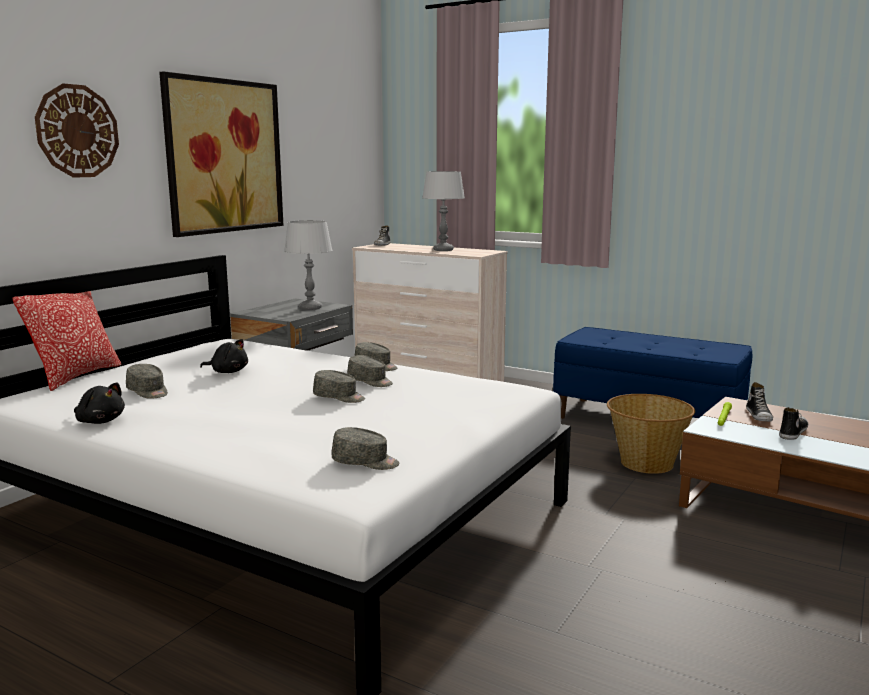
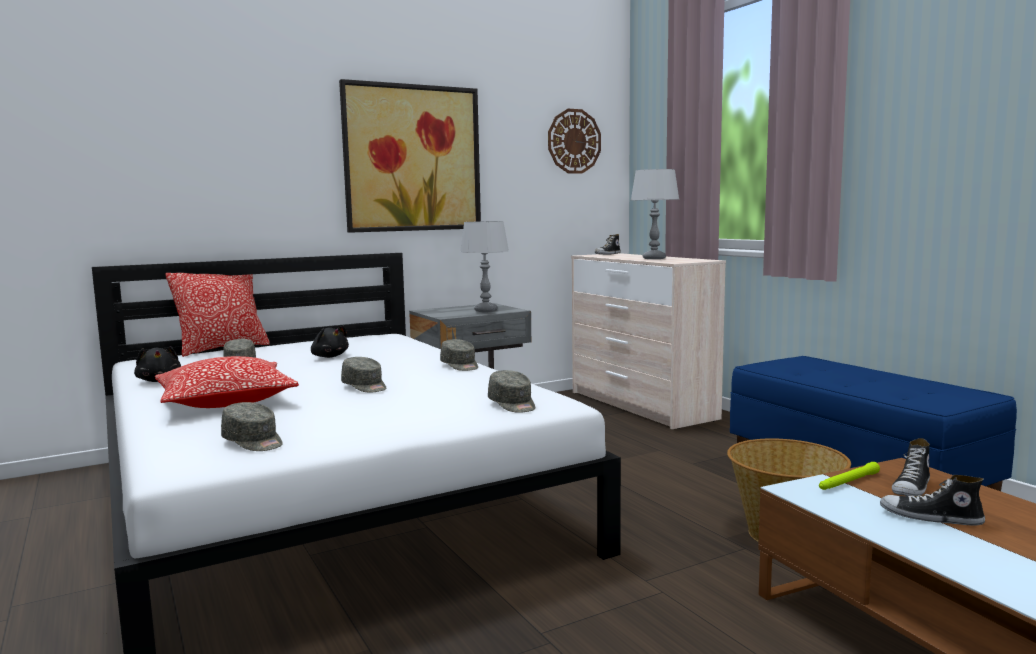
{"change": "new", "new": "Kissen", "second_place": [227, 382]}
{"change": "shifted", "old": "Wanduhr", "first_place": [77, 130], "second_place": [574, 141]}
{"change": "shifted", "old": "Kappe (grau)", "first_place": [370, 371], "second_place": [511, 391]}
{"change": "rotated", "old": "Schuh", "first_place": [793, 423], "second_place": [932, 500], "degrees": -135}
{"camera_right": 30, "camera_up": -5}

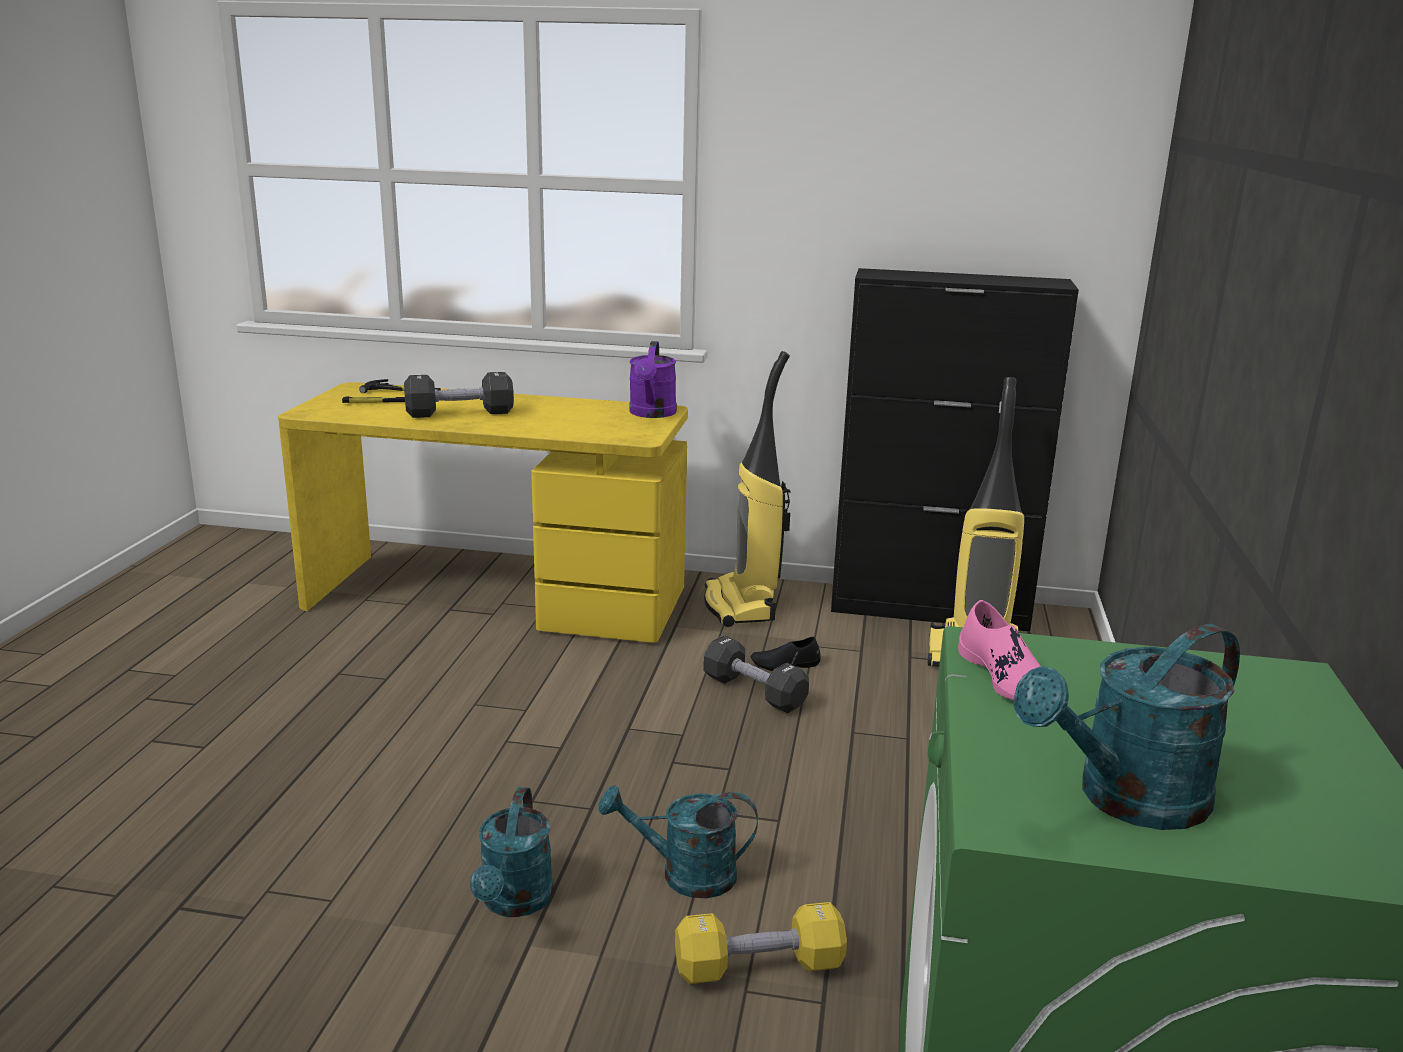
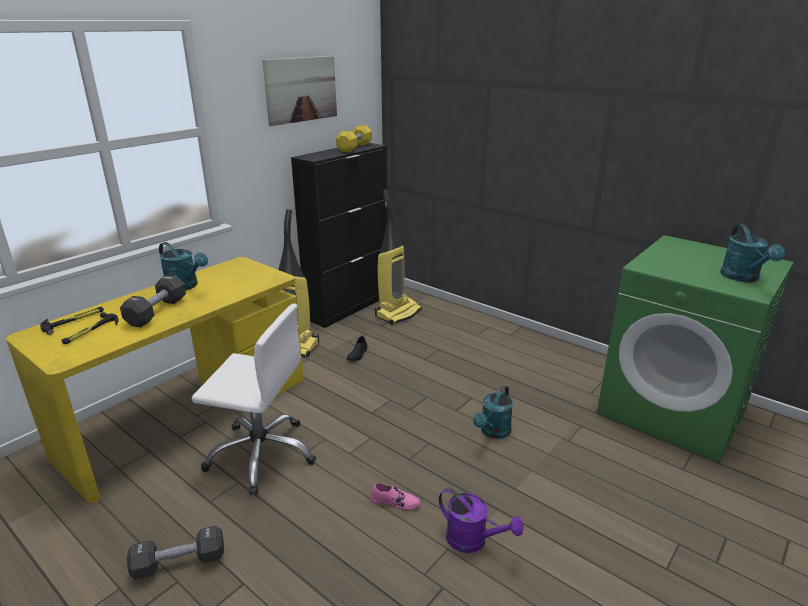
{"change": "new", "new": "Bürostuhl (weiß)", "second_place": [254, 399]}
{"change": "new", "new": "Bild", "second_place": [299, 91]}
{"change": "shifted", "old": "Gießkanne (türkis)", "first_place": [512, 852], "second_place": [183, 266]}
{"change": "shifted", "old": "Gießkanne (lila)", "first_place": [653, 379], "second_place": [481, 520]}
{"change": "shifted", "old": "Hantel (gelb)", "first_place": [761, 943], "second_place": [354, 138]}
{"change": "shifted", "old": "Hantel (schwarz)", "first_place": [756, 674], "second_place": [175, 553]}
{"change": "shifted", "old": "Schuh (rosa)", "first_place": [999, 650], "second_place": [395, 497]}
{"camera_right": -60, "camera_up": 5}

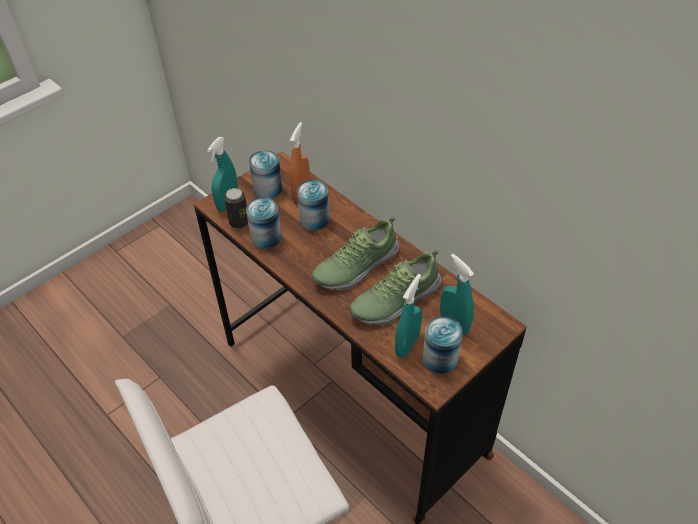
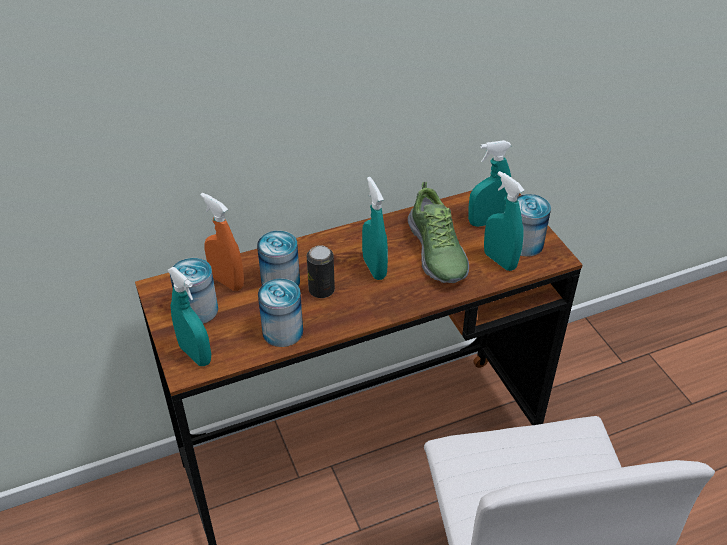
{"change": "shifted", "old": "Dose", "first_place": [236, 208], "second_place": [321, 271]}
{"change": "swapped", "old": "Schuh", "new": "Sprühflasche (türkis)", "first_place": [355, 253], "second_place": [375, 228]}
{"camera_right": -70, "camera_up": -5}

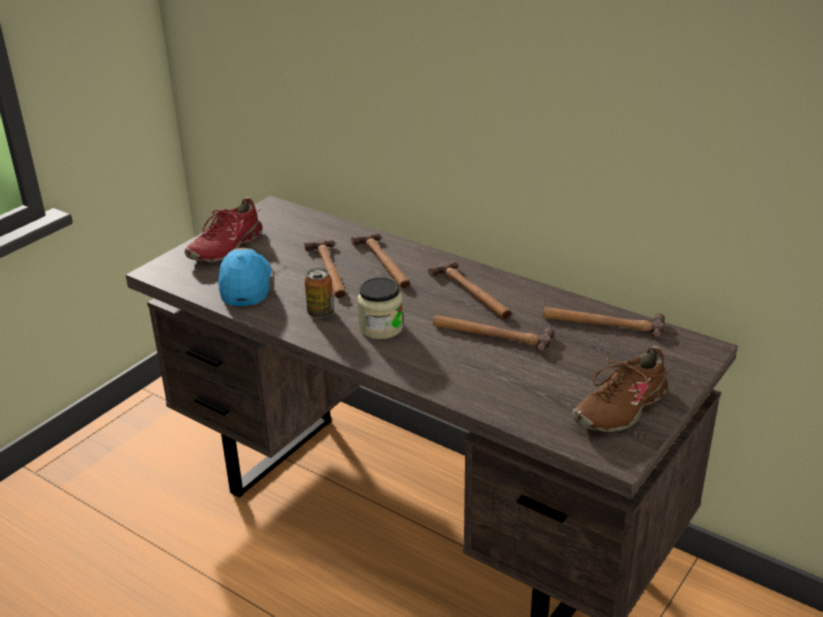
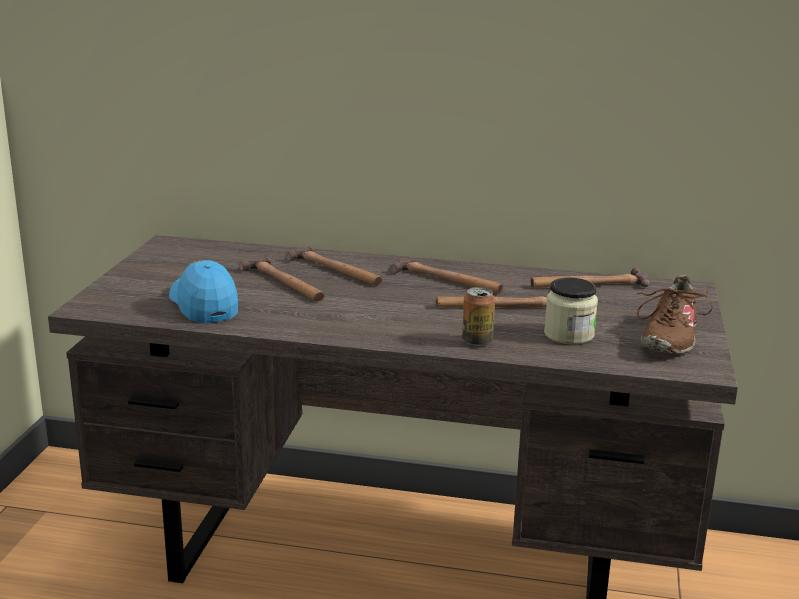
{"change": "gone", "old": "Schuh (rot)", "first_place": [223, 229]}
{"change": "shifted", "old": "Dose", "first_place": [319, 293], "second_place": [478, 316]}
{"change": "shifted", "old": "Vorratsglas", "first_place": [380, 308], "second_place": [571, 310]}
{"camera_right": -25, "camera_up": -10}

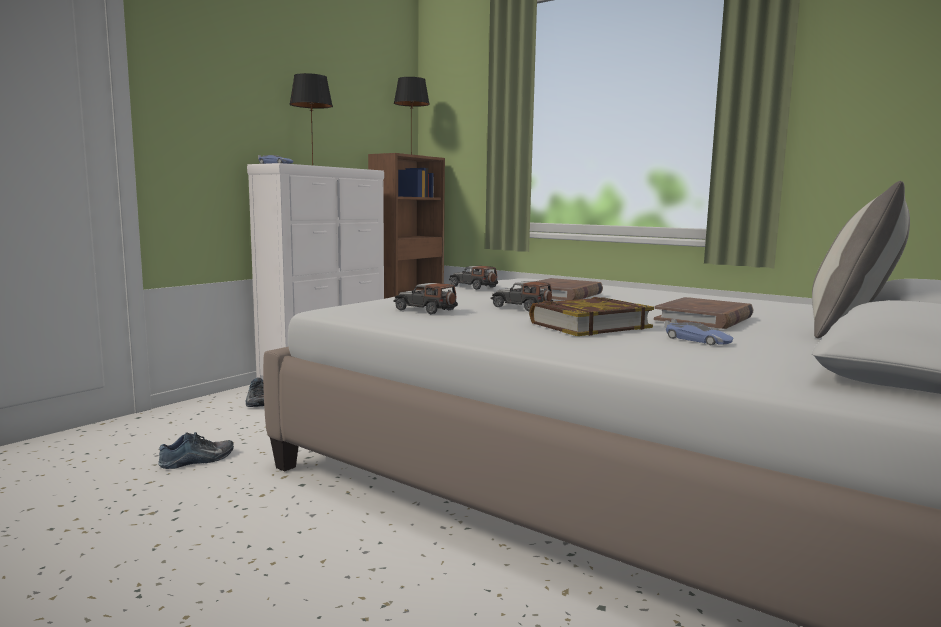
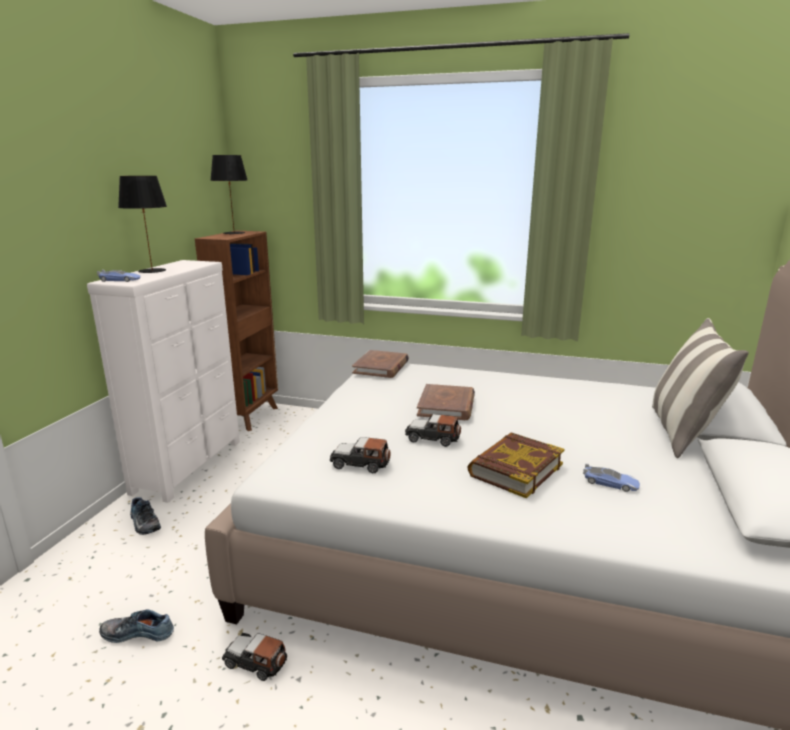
{"change": "shifted", "old": "Spielzeugauto", "first_place": [473, 278], "second_place": [254, 657]}
{"change": "shifted", "old": "Buch (braun)", "first_place": [704, 313], "second_place": [380, 364]}
{"change": "rotated", "old": "Schuh", "first_place": [196, 450], "second_place": [136, 626], "degrees": -120}
{"camera_right": -20, "camera_up": 10}

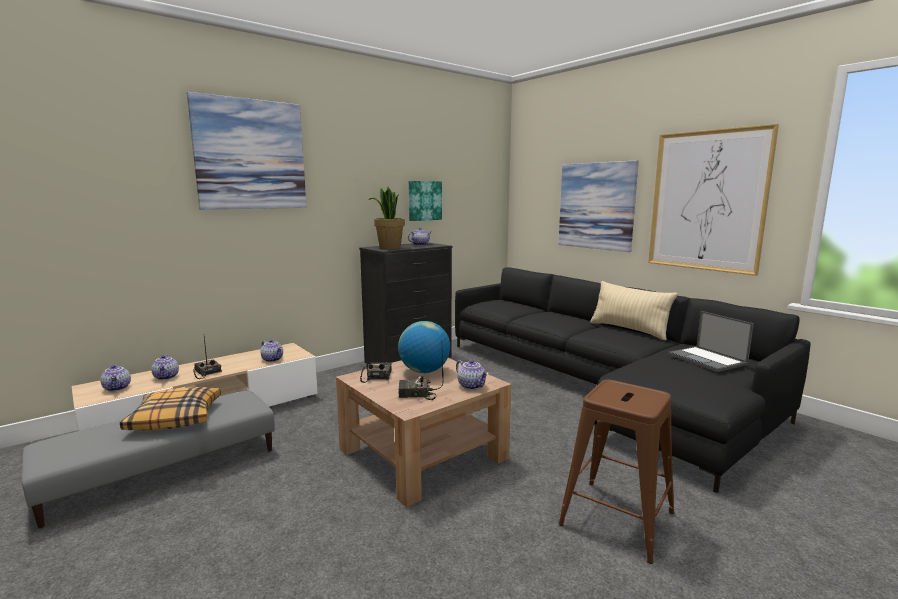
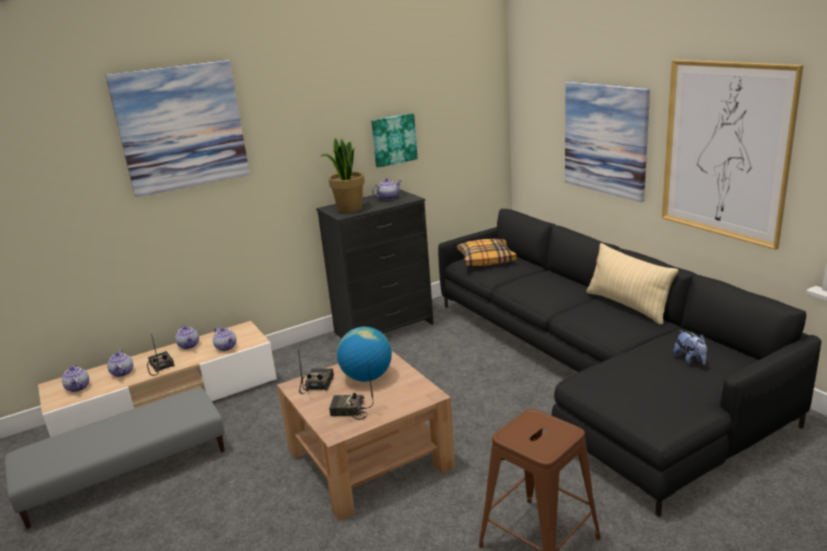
{"change": "shifted", "old": "Kissen", "first_place": [170, 409], "second_place": [487, 252]}
{"change": "shifted", "old": "Teekanne", "first_place": [472, 375], "second_place": [187, 337]}
{"change": "swapped", "old": "Laptop", "new": "Plüschtier", "first_place": [711, 341], "second_place": [690, 347]}
{"camera_right": 10, "camera_up": 10}

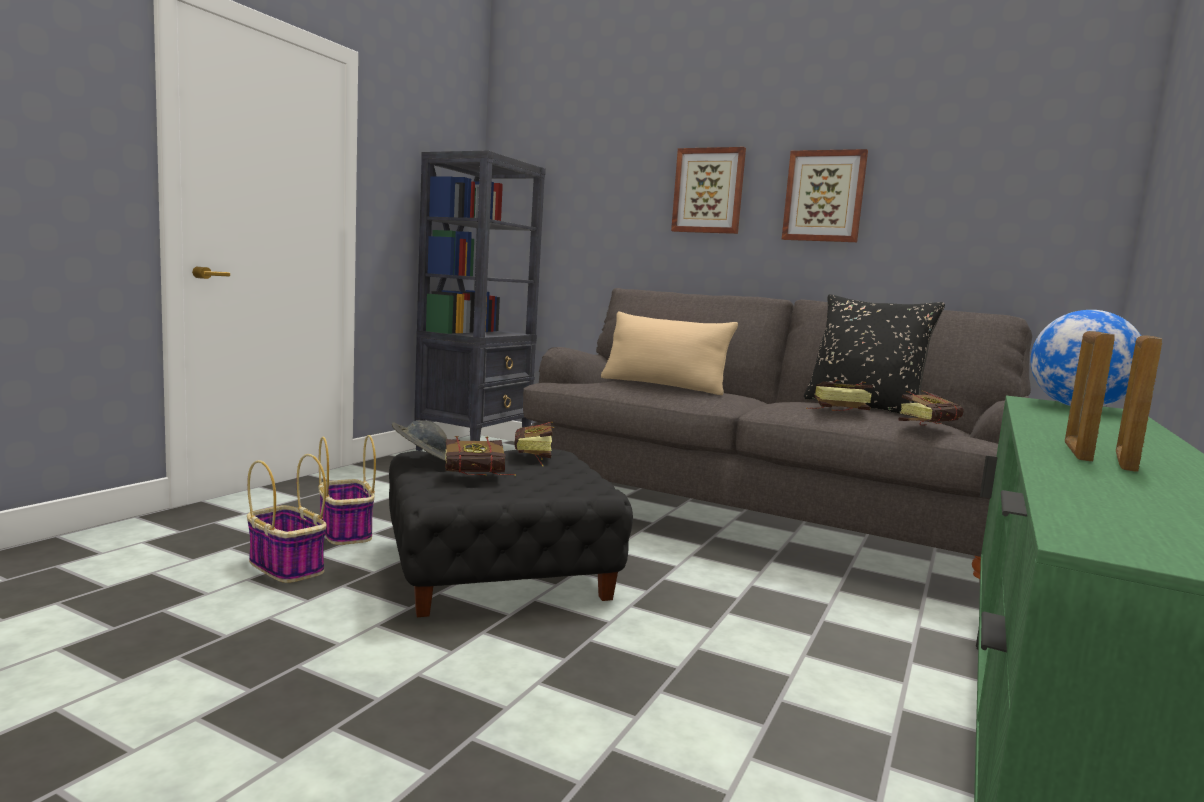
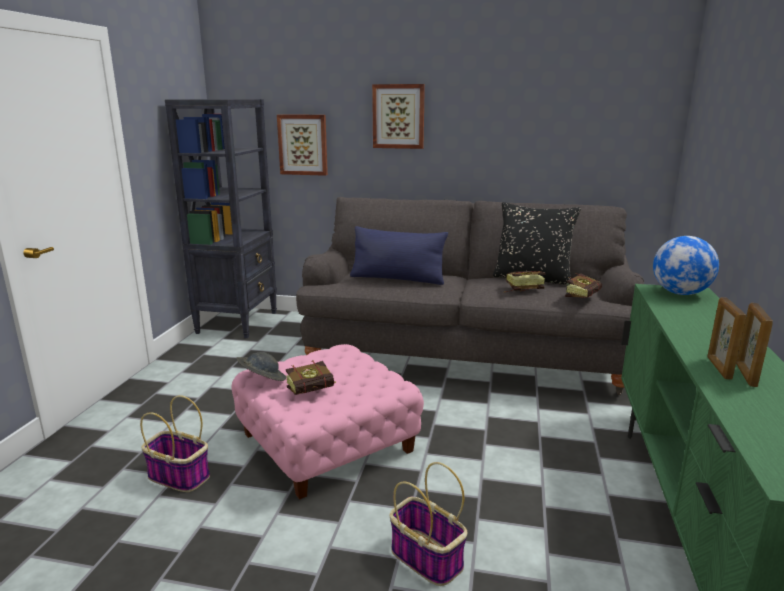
{"change": "gone", "old": "Buch", "first_place": [534, 444]}
{"change": "shifted", "old": "Korb", "first_place": [347, 490], "second_place": [428, 524]}
{"change": "shifted", "old": "Bild", "first_place": [825, 195], "second_place": [302, 145]}
{"change": "repainted", "old": "Polsterhocker (schwarz)", "new": "Polsterhocker (rosa)", "first_place": [511, 533], "second_place": [327, 422]}
{"change": "repainted", "old": "Kissen (beige)", "new": "Kissen (blau)", "first_place": [669, 353], "second_place": [399, 255]}
{"camera_right": -15, "camera_up": 10}

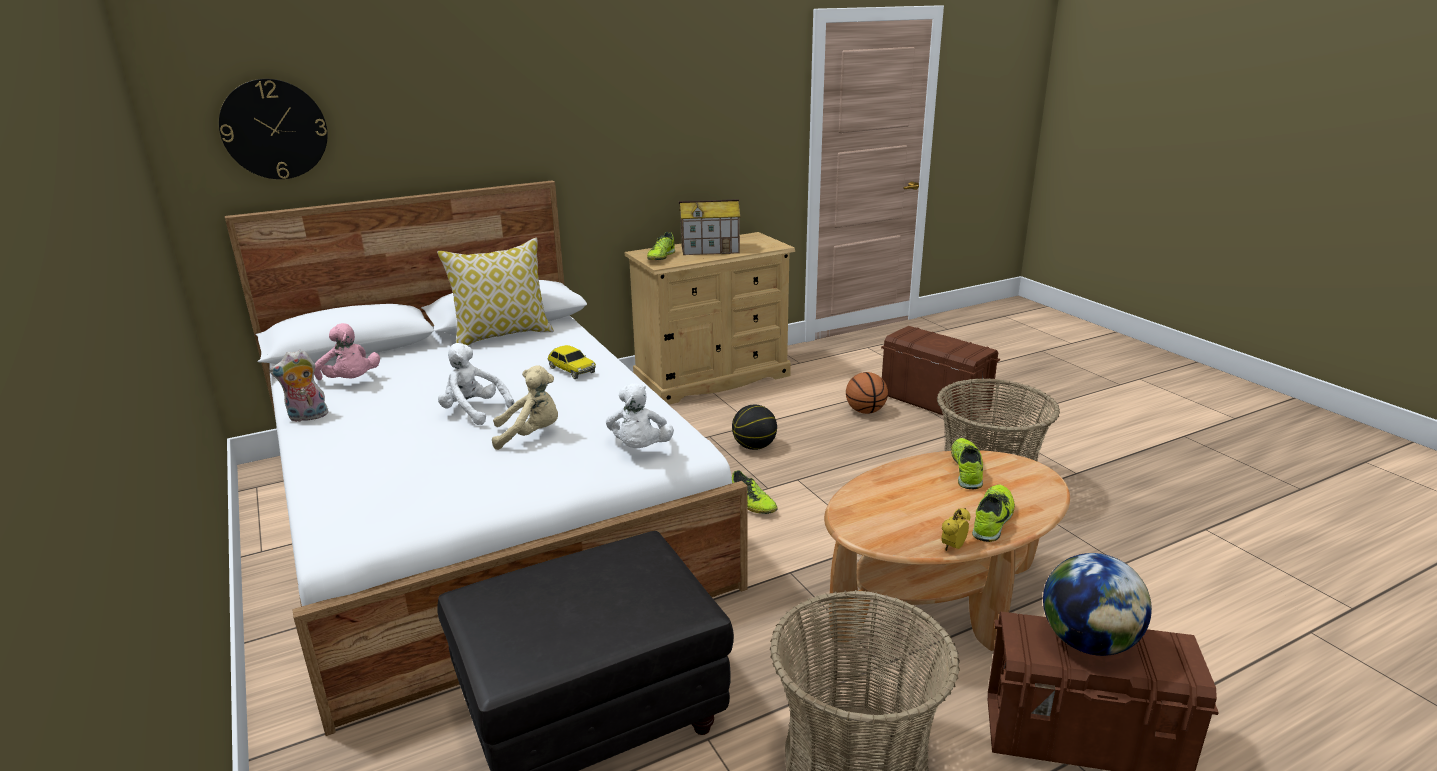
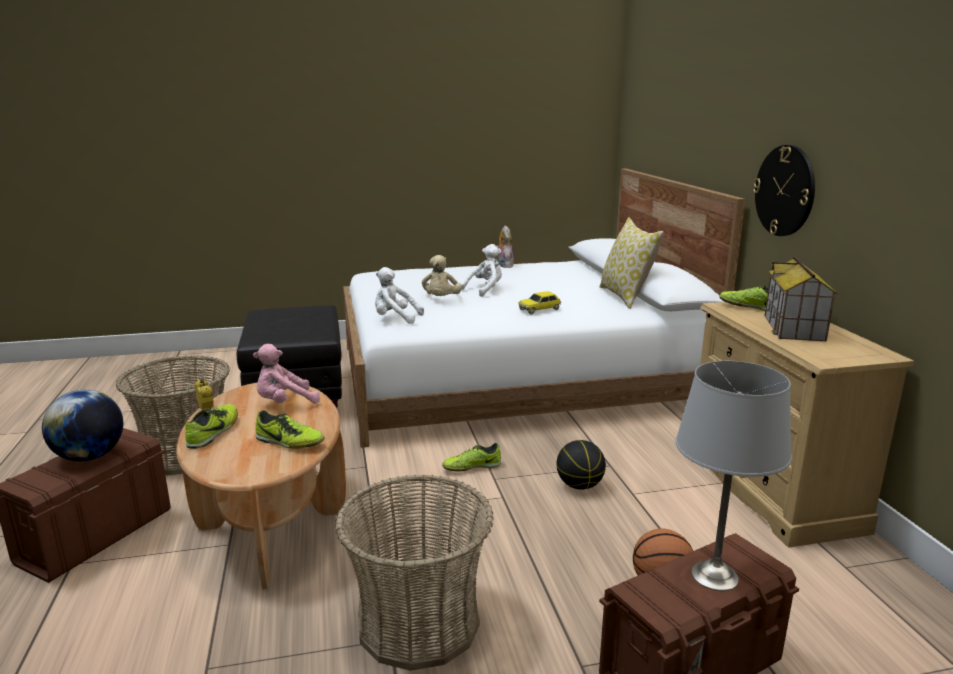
{"change": "new", "new": "Tischlampe (grau)", "second_place": [733, 476]}
{"change": "shifted", "old": "Wanduhr", "first_place": [273, 129], "second_place": [784, 190]}
{"change": "shifted", "old": "Plüschtier (rosa)", "first_place": [347, 351], "second_place": [286, 374]}
{"change": "rotated", "old": "Schuh", "first_place": [993, 513], "second_place": [211, 426], "degrees": -120}
{"camera_right": 105, "camera_up": -5}

